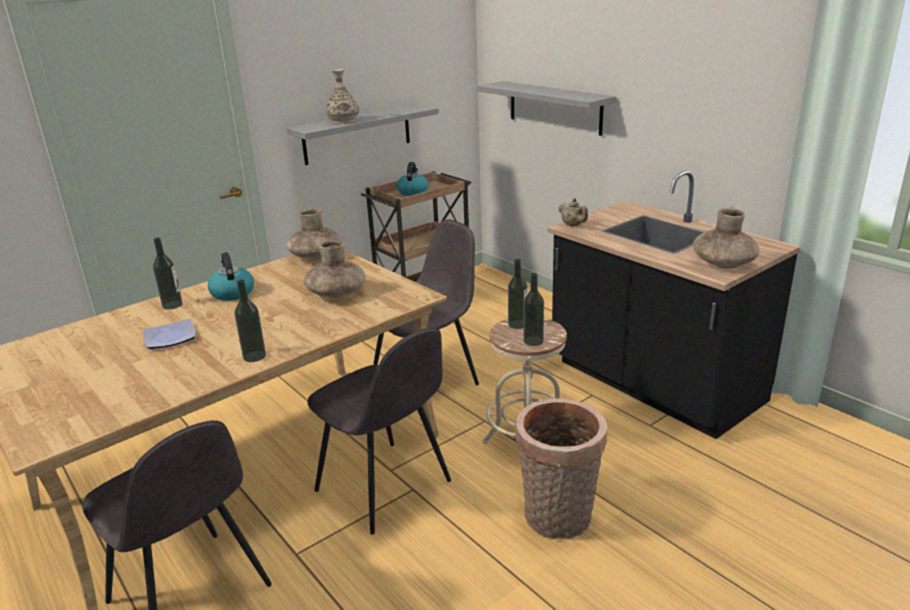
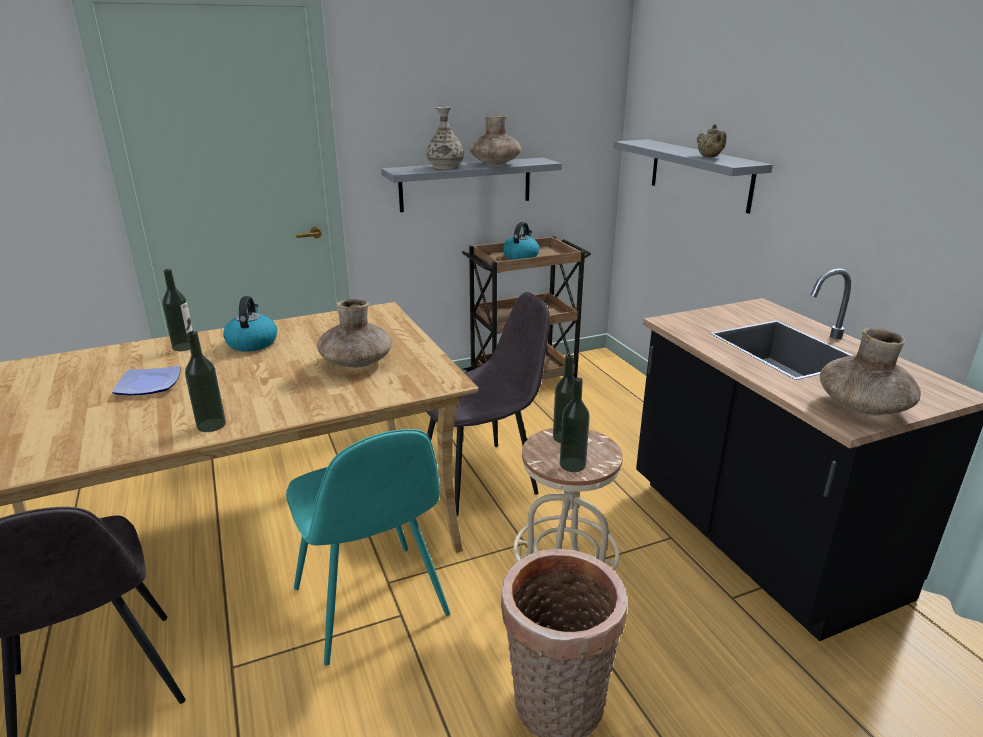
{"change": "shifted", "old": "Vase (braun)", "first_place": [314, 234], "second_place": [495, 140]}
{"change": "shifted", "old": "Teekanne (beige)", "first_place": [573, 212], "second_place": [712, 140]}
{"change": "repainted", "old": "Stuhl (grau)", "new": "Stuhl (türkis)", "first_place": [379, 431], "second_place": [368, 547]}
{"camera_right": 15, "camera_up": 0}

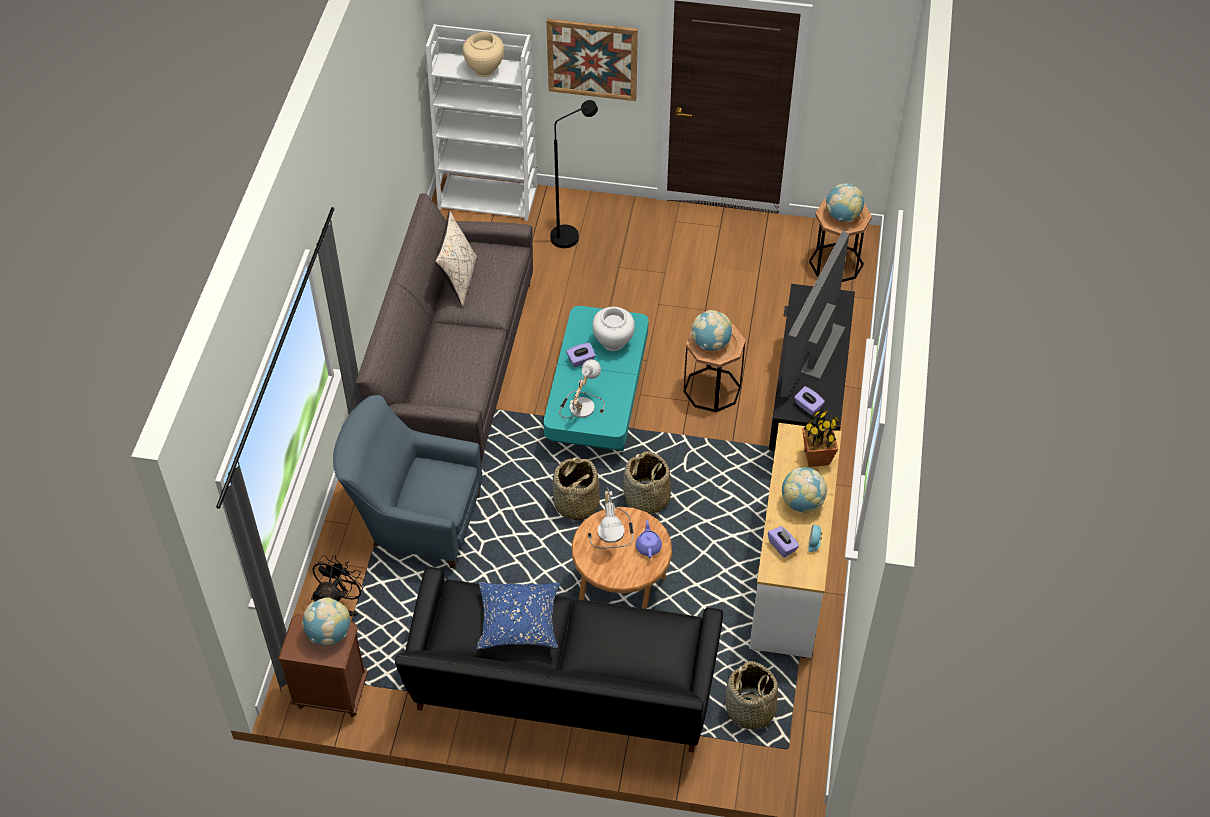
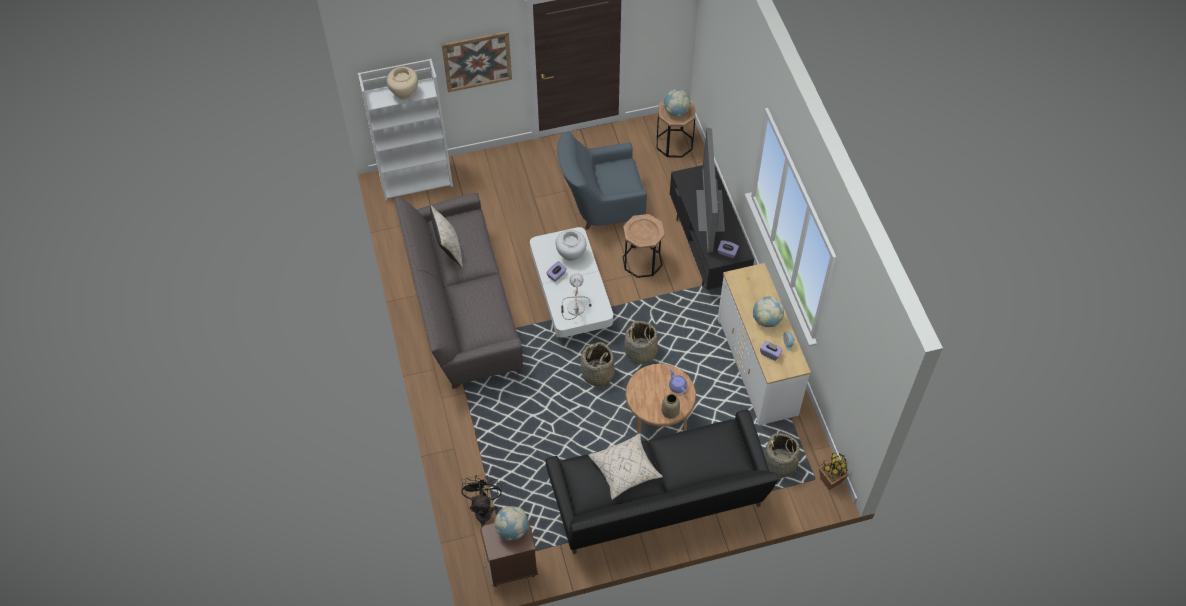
{"change": "gone", "old": "Stehlampe (schwarz)", "first_place": [574, 174]}
{"change": "gone", "old": "Tischlampe", "first_place": [611, 518]}
{"change": "gone", "old": "Globus", "first_place": [711, 330]}
{"change": "new", "new": "Vase", "second_place": [671, 406]}
{"change": "shifted", "old": "Sessel (blau)", "first_place": [407, 482], "second_place": [602, 180]}
{"change": "shifted", "old": "Topfpflanze", "first_place": [821, 439], "second_place": [834, 471]}
{"change": "repainted", "old": "Kissen (blau)", "new": "Kissen (beige)", "first_place": [518, 616], "second_place": [625, 467]}
{"change": "repainted", "old": "Couchtisch (türkis)", "new": "Couchtisch (weiß)", "first_place": [596, 378], "second_place": [571, 282]}
{"camera_right": -25, "camera_up": 5}

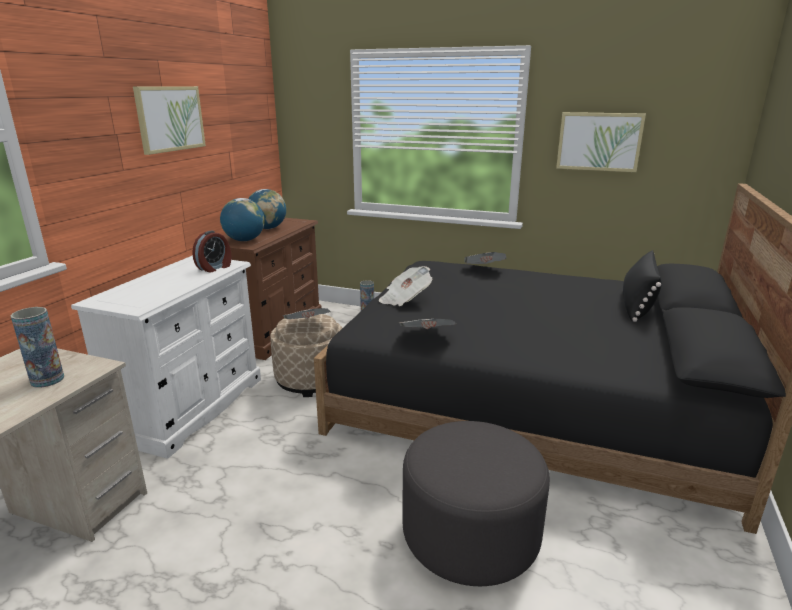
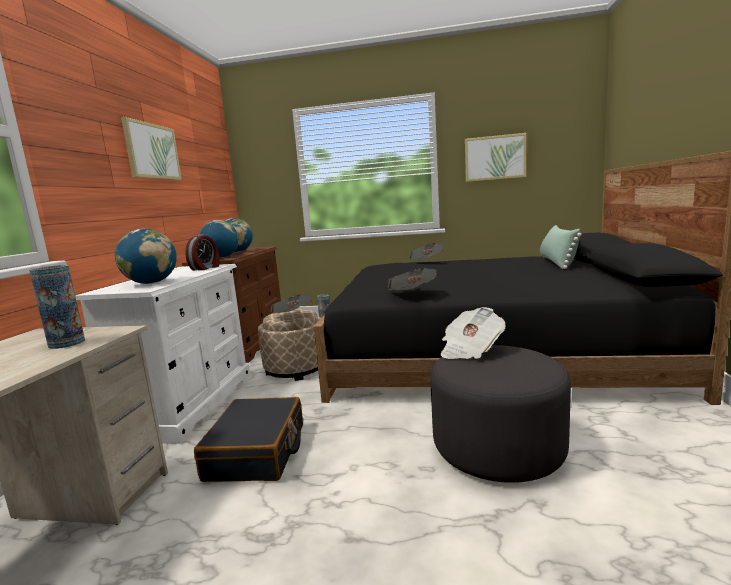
{"change": "new", "new": "Globus", "second_place": [146, 256]}
{"change": "new", "new": "Koffer (schwarz)", "second_place": [248, 439]}
{"change": "shifted", "old": "Zeitung", "first_place": [405, 286], "second_place": [473, 333]}
{"change": "repainted", "old": "Kissen (schwarz)", "new": "Kissen (grün)", "first_place": [642, 286], "second_place": [561, 247]}
{"camera_right": -10, "camera_up": -10}

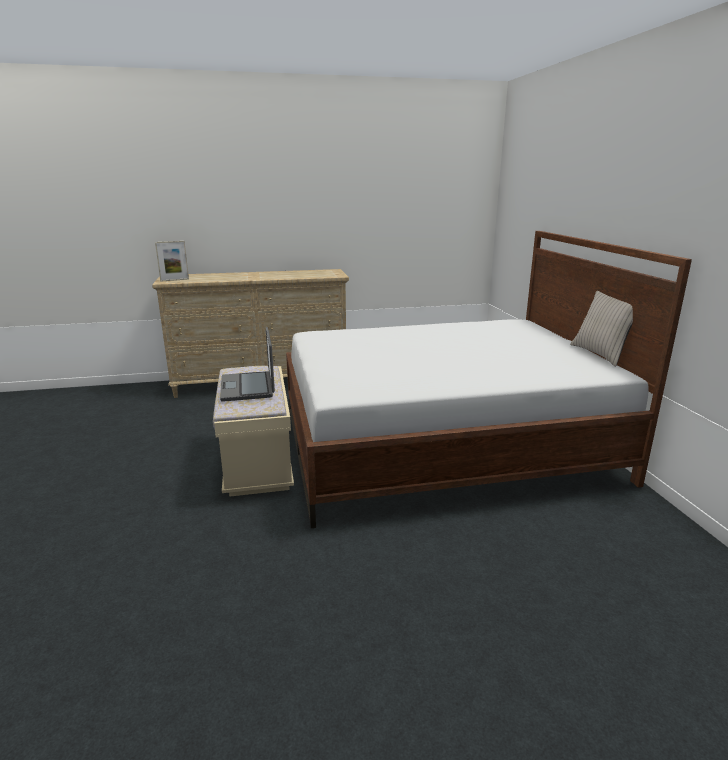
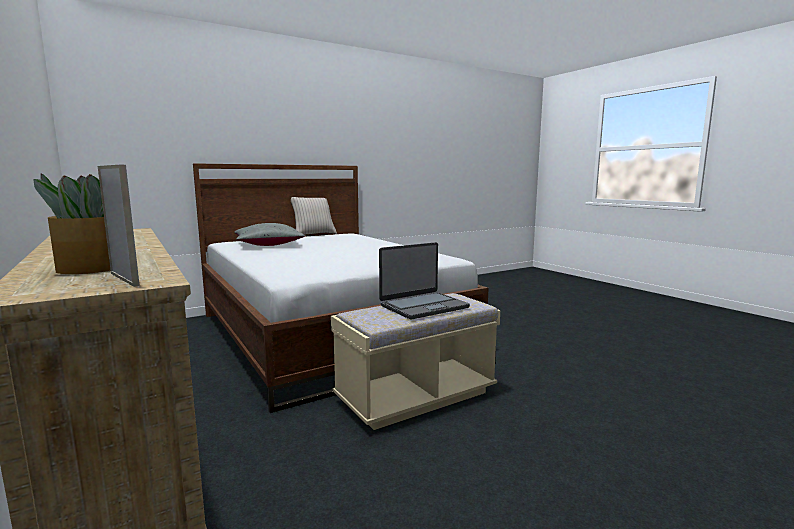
{"change": "new", "new": "Topfpflanze", "second_place": [72, 223]}
{"change": "new", "new": "Kissen (grau)", "second_place": [269, 234]}
{"camera_right": -110, "camera_up": -10}

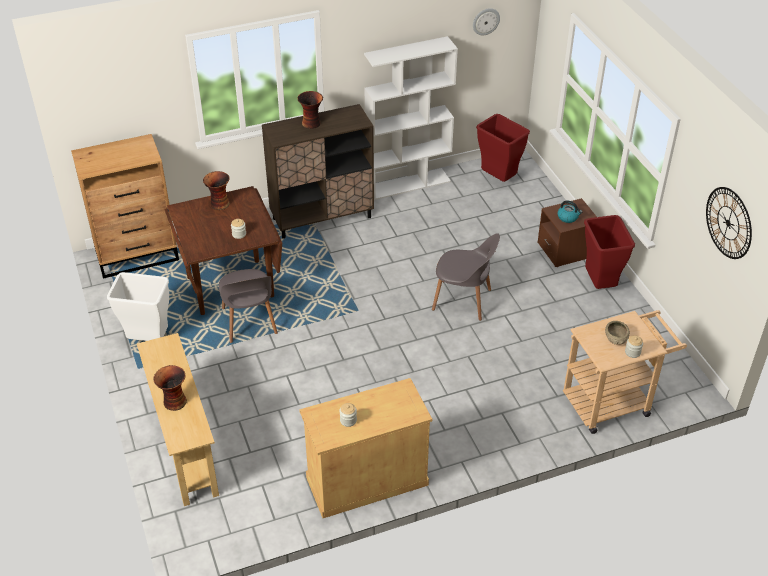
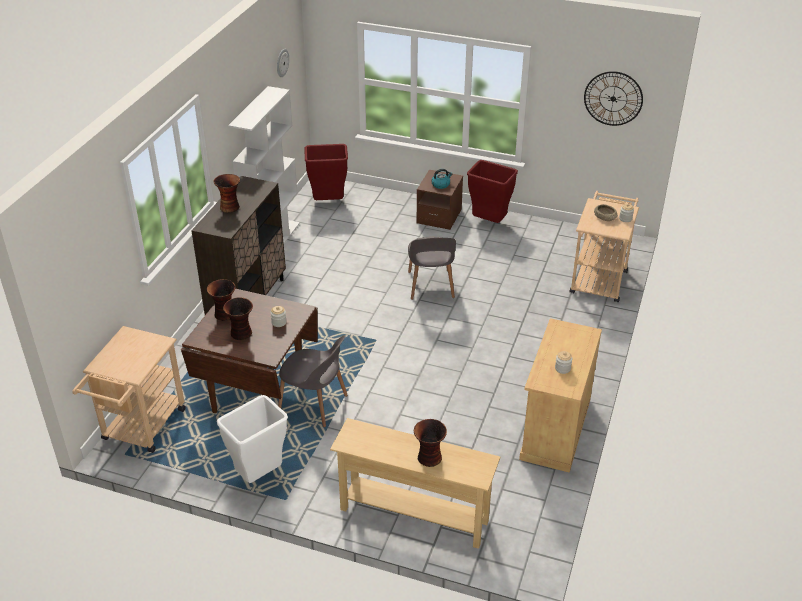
{"change": "new", "new": "Vase", "second_place": [238, 318]}
{"change": "swapped", "old": "Kommode (braun)", "new": "Rollwagen (beige)", "first_place": [125, 206], "second_place": [129, 389]}
{"change": "rotated", "old": "Stuhl (grau)", "first_place": [466, 277], "second_place": [432, 268], "degrees": 120}
{"camera_right": -50, "camera_up": -5}

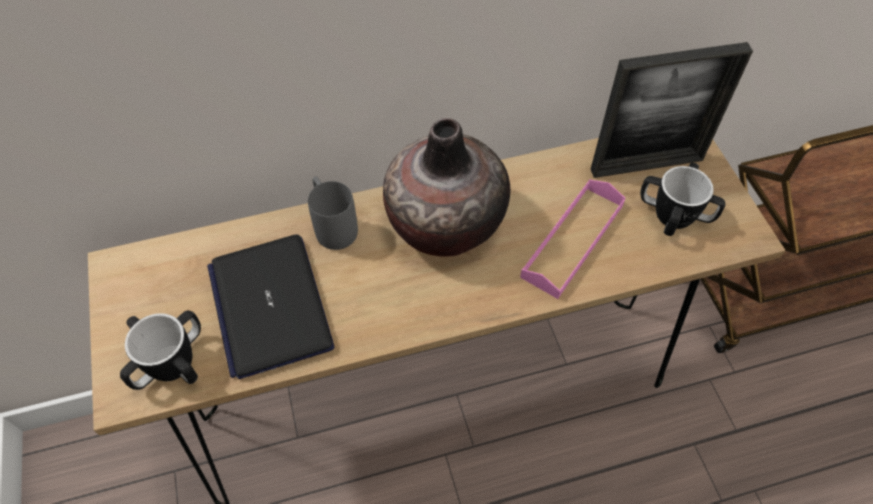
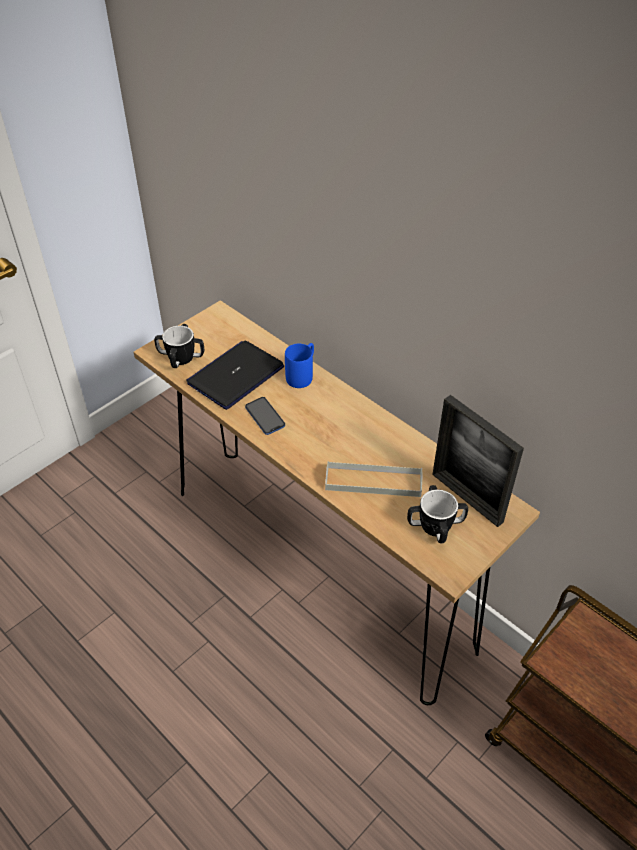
{"change": "gone", "old": "Vase", "first_place": [446, 187]}
{"change": "new", "new": "Handy", "second_place": [265, 416]}
{"change": "repainted", "old": "Henkelbecher (grau)", "new": "Henkelbecher (blau)", "first_place": [333, 213], "second_place": [299, 365]}
{"change": "repainted", "old": "Tablett (rosa)", "new": "Tablett (grau)", "first_place": [572, 239], "second_place": [374, 479]}
{"camera_right": 60, "camera_up": -10}

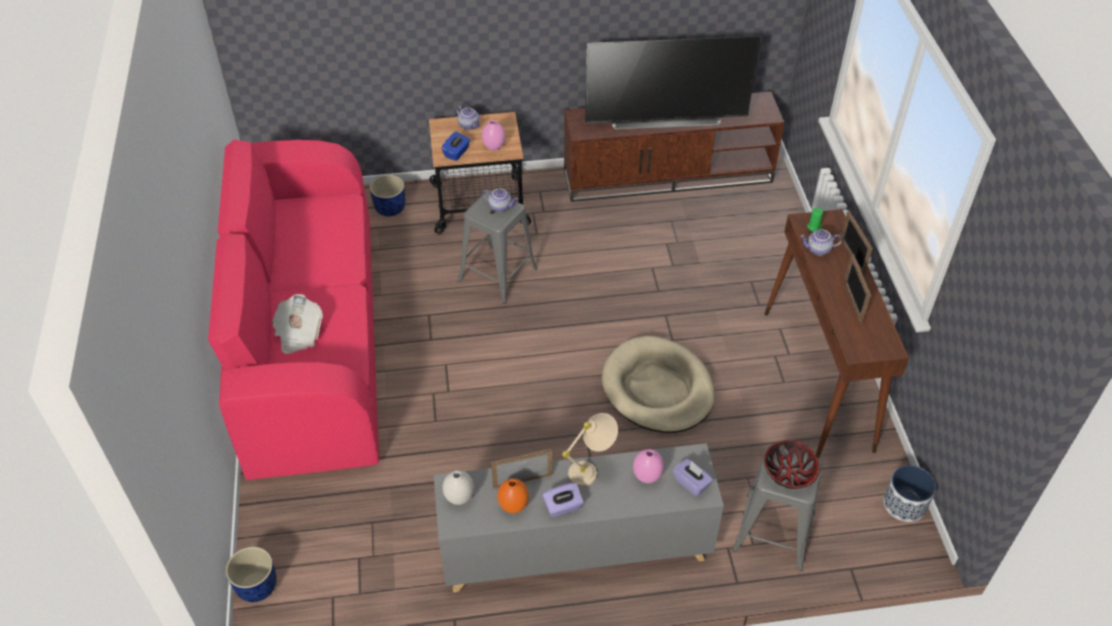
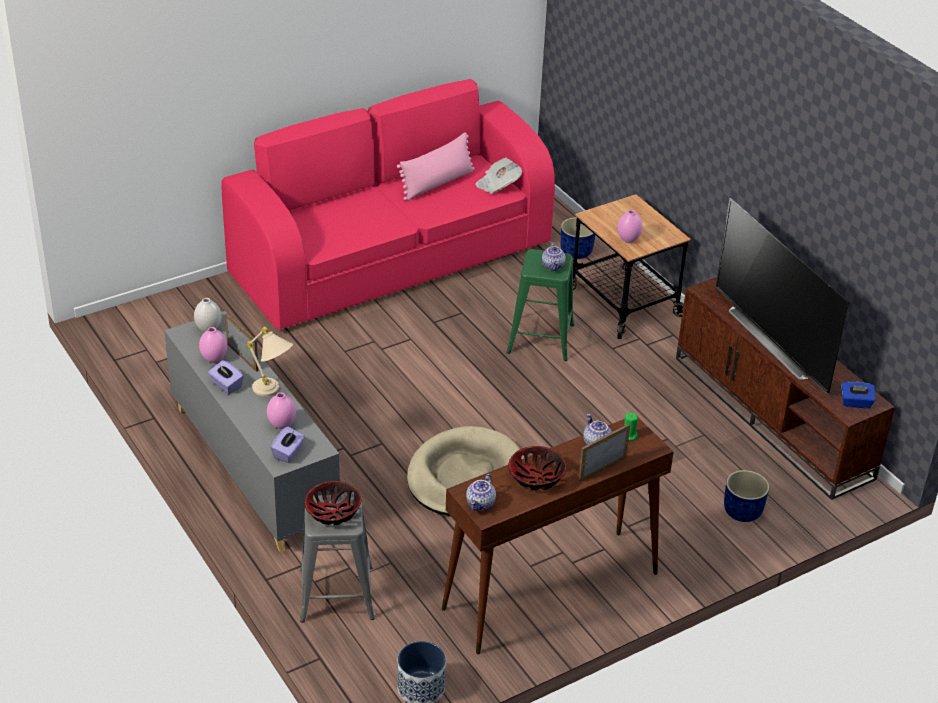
{"change": "new", "new": "Kissen (rosa)", "second_place": [436, 166]}
{"change": "shifted", "old": "Pflanzkübel (blau)", "first_place": [251, 574], "second_place": [746, 496]}
{"change": "shifted", "old": "Zeitung", "first_place": [297, 324], "second_place": [499, 175]}
{"change": "shifted", "old": "Taschentuchbox (blau)", "first_place": [456, 146], "second_place": [858, 395]}
{"change": "shifted", "old": "Teekanne", "first_place": [468, 117], "second_place": [481, 492]}
{"change": "swapped", "old": "Bilderrahmen", "new": "Schüssel", "first_place": [857, 288], "second_place": [537, 468]}
{"change": "repainted", "old": "Hocker (grau)", "new": "Hocker (grün)", "first_place": [497, 247], "second_place": [540, 305]}
{"change": "repainted", "old": "Vase (orange)", "new": "Vase (rosa)", "first_place": [513, 495], "second_place": [213, 345]}
{"camera_right": 65, "camera_up": -10}

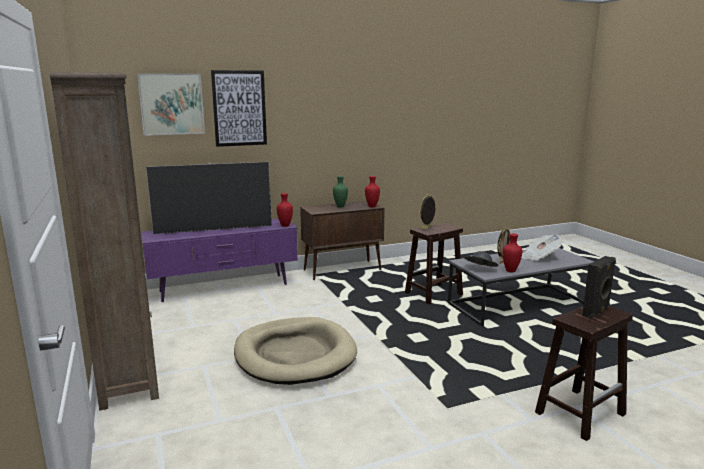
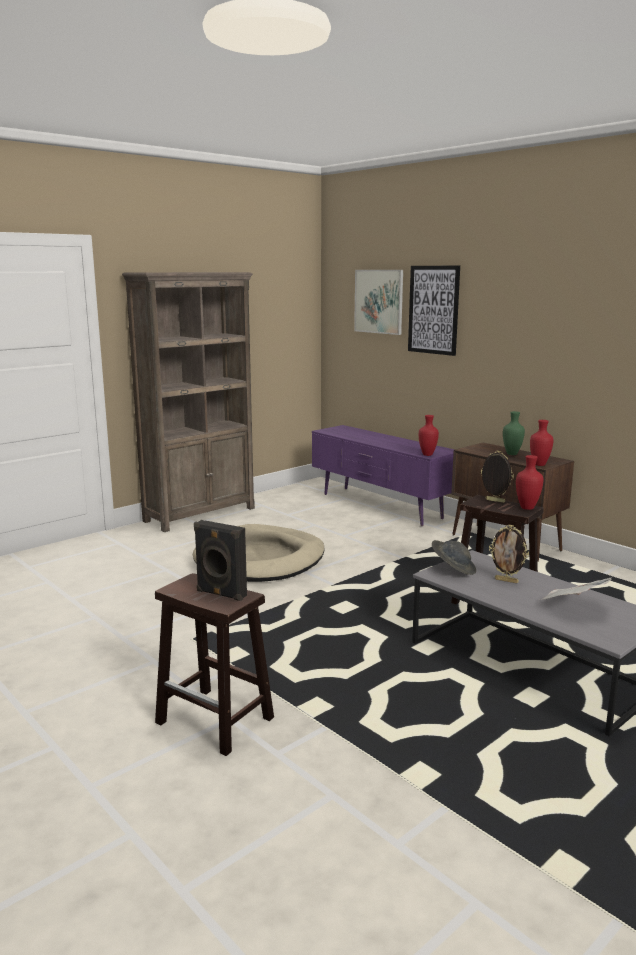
{"change": "gone", "old": "Fernseher", "first_place": [209, 198]}
{"change": "shifted", "old": "Vase (rot)", "first_place": [512, 253], "second_place": [529, 482]}
{"camera_right": 70, "camera_up": 0}

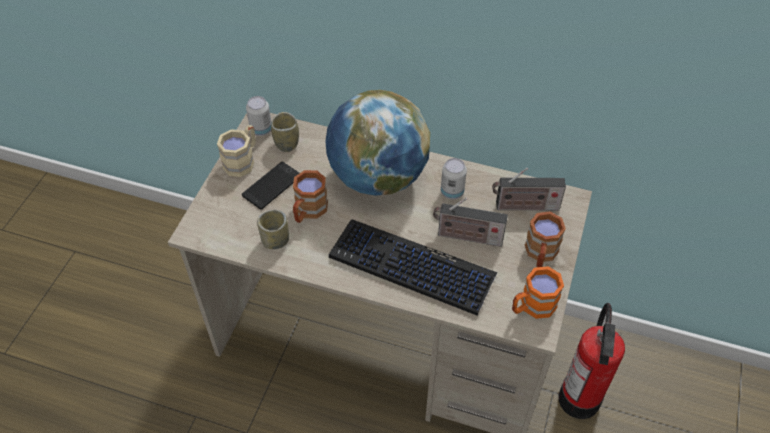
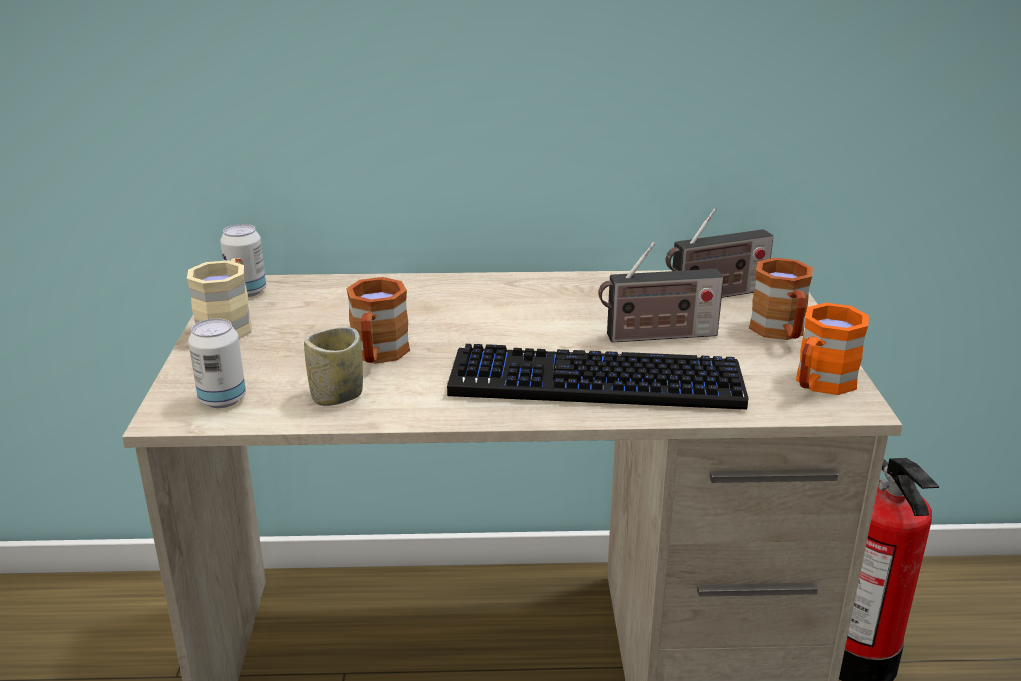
{"change": "gone", "old": "Handy", "first_place": [270, 186]}
{"change": "gone", "old": "Tasse", "first_place": [285, 132]}
{"change": "gone", "old": "Globus", "first_place": [377, 143]}
{"change": "shifted", "old": "Dose", "first_place": [454, 178], "second_place": [217, 363]}
{"camera_right": -20, "camera_up": -25}

